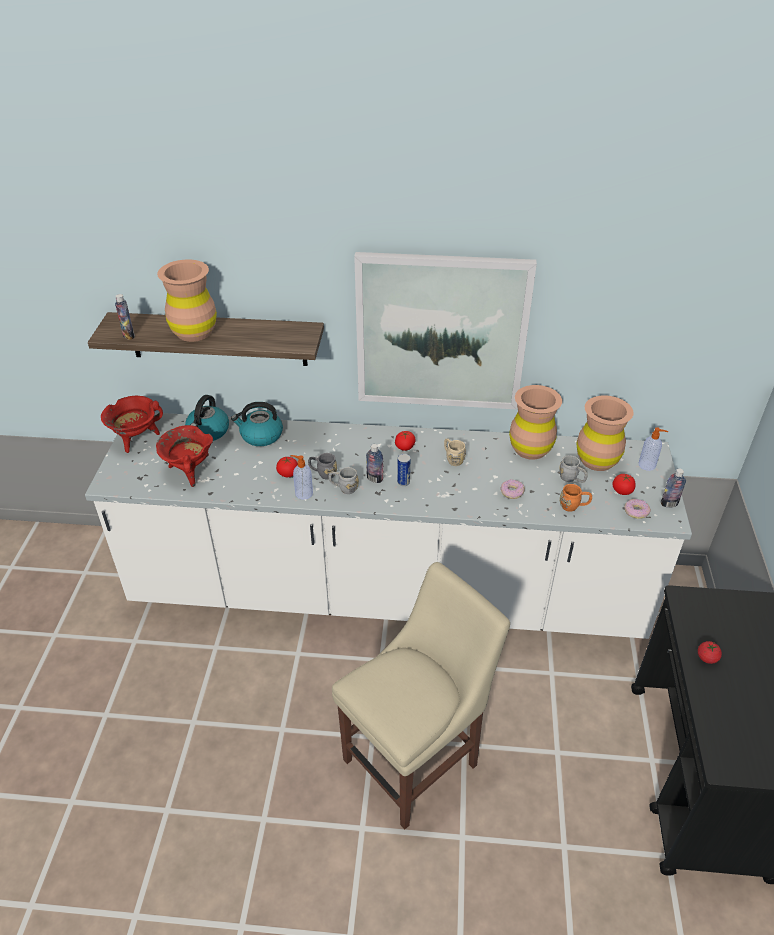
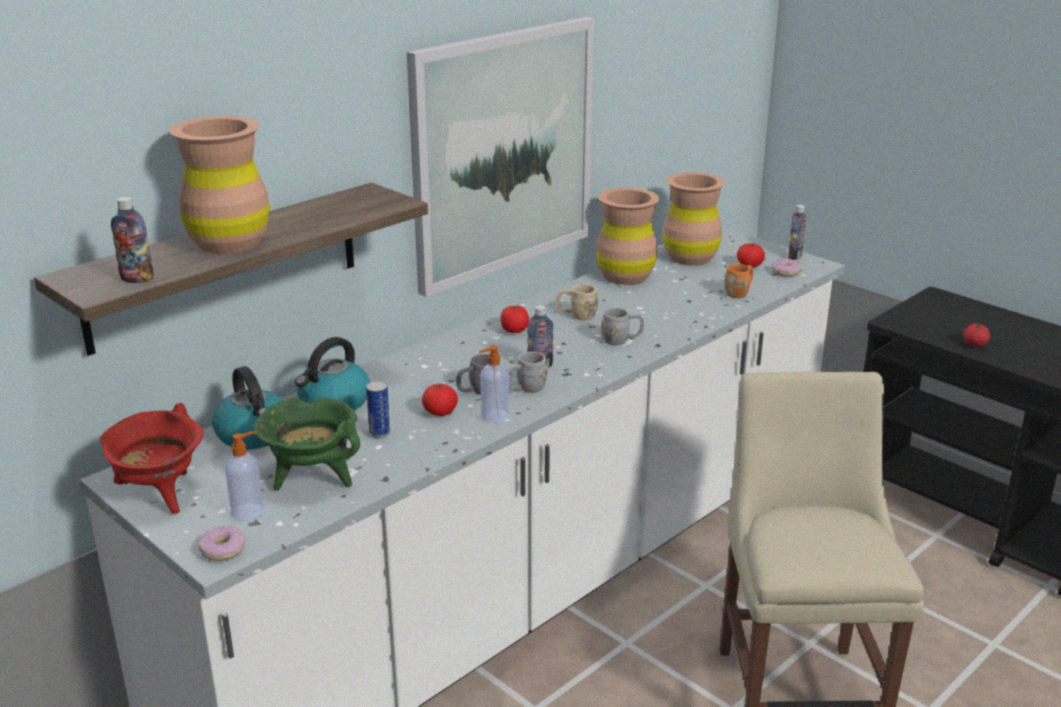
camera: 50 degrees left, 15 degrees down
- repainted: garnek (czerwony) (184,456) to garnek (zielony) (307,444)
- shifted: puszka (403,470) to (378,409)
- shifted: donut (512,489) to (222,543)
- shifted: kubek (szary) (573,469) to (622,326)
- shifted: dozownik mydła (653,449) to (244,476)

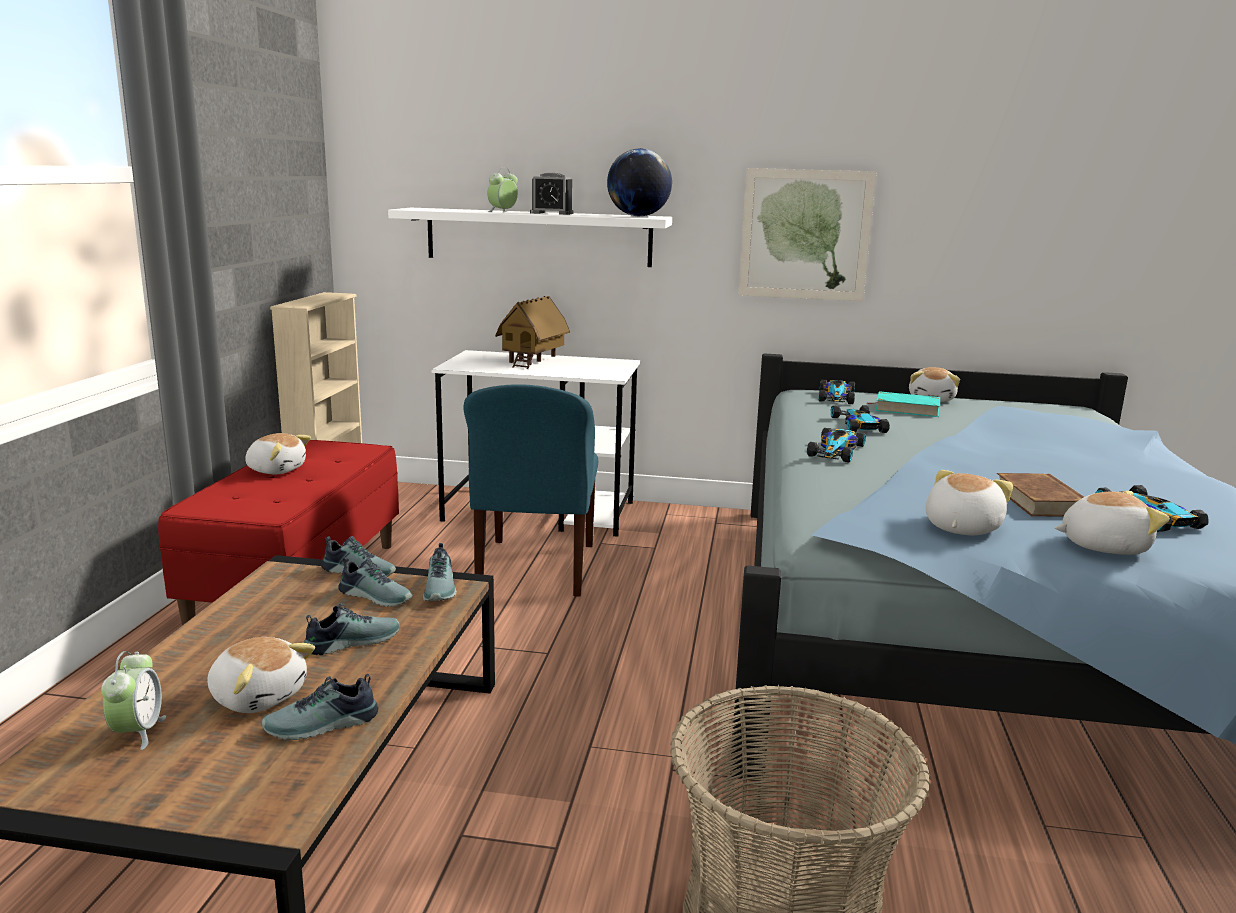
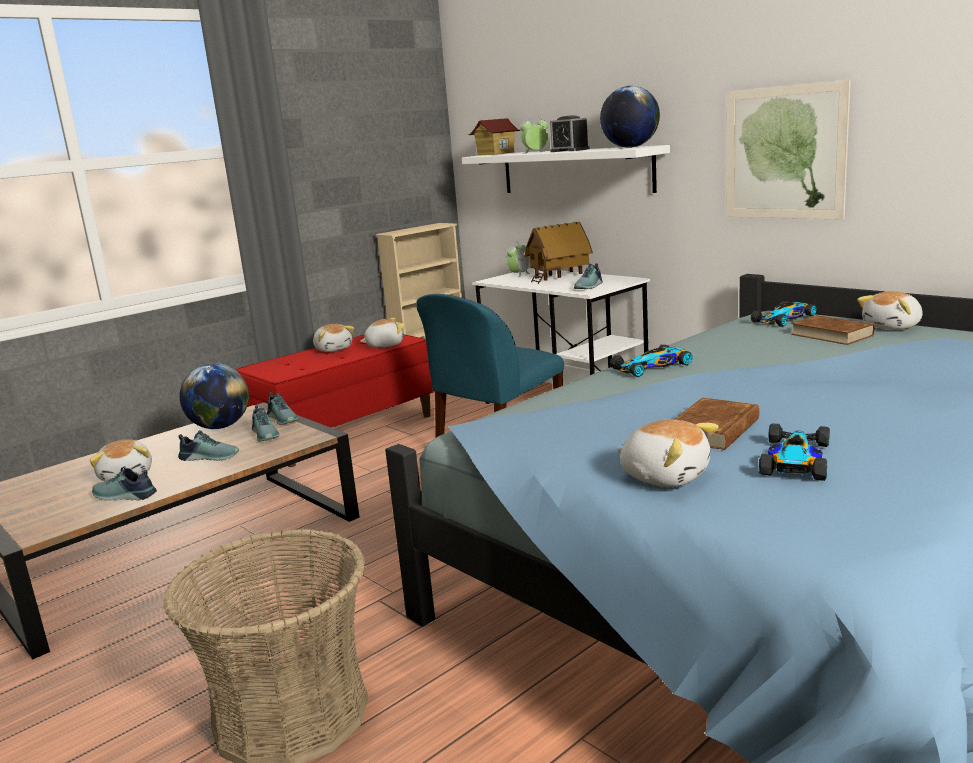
camera: 40 degrees right, 0 degrees up
- shifted: budzik (133,700) to (518,259)
- shifted: but (440,572) to (588,276)
- gone: samochodzik (860,419)
- repainted: książka (turkusowy) (903,404) to książka (brązowy) (833,330)
- shifted: pluszak (969,502) to (382,333)
- new: globus (214,396)
- new: domek (494,137)

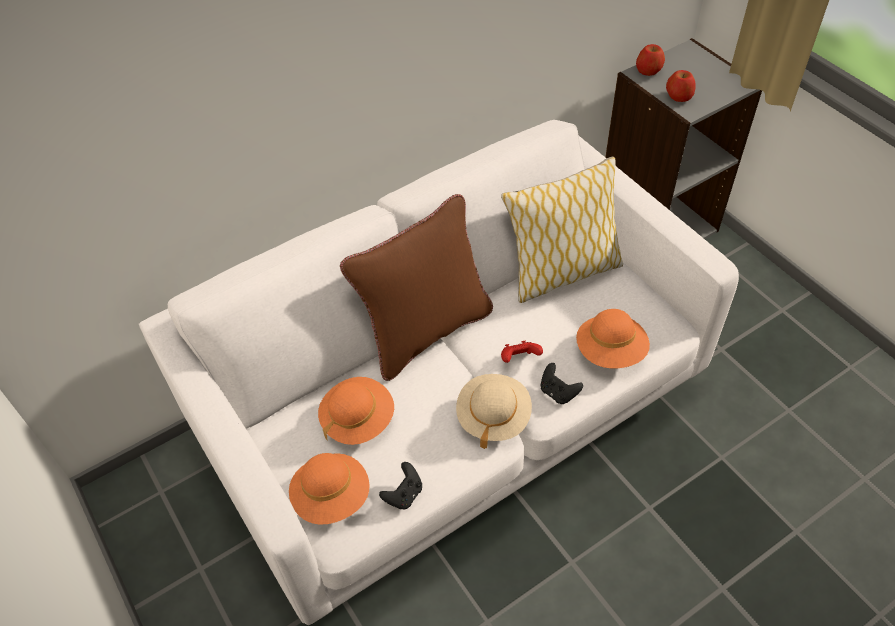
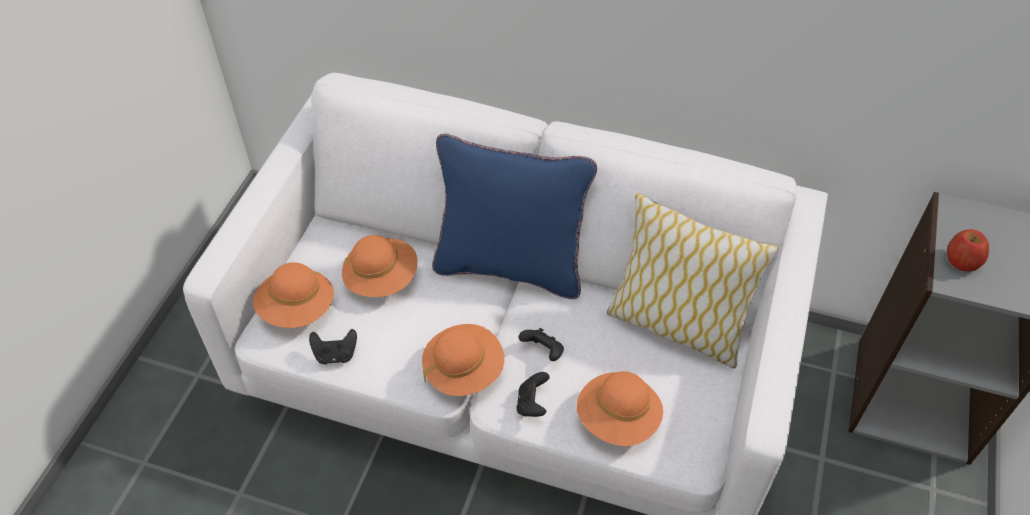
camera: 50 degrees right, 0 degrees up
- repainted: poduszka (brązowy) (416,287) to poduszka (niebieski) (514,216)
- repainted: kapelusz (beżowy) (494,411) to kapelusz (pomarańczowy) (463,360)
- repainted: pad do gier (czerwony) (522,352) to pad do gier (czarny) (541,344)
- gone: jabłko (650,60)

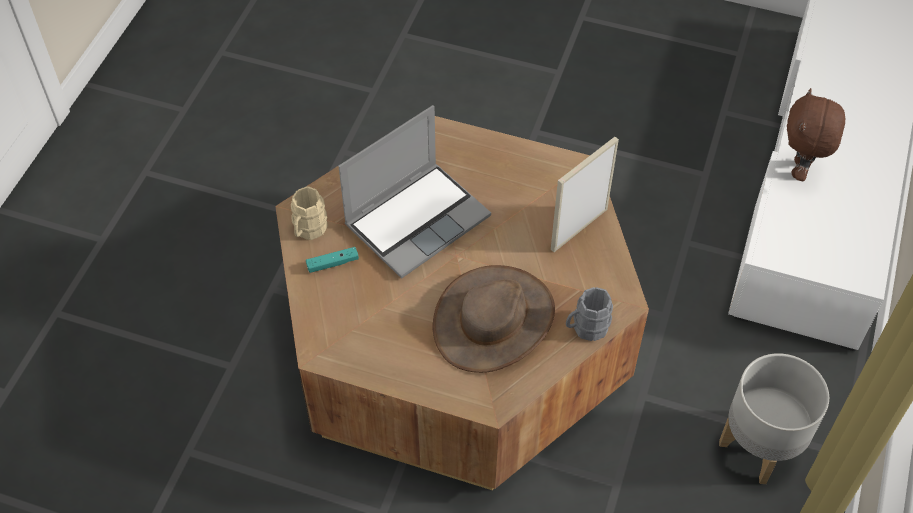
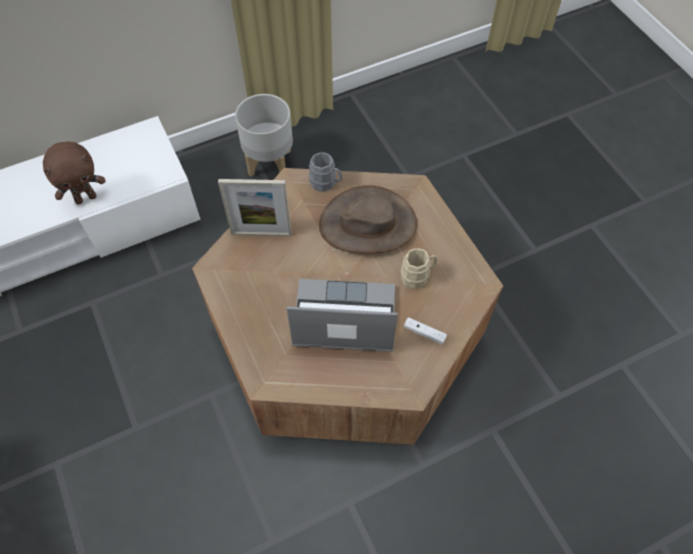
camera: 135 degrees left, 5 degrees up
- shifted: kubek (beżowy) (309,213) to (419,268)
- repainted: pad do gier (turkusowy) (332,260) to pad do gier (biały) (425,330)

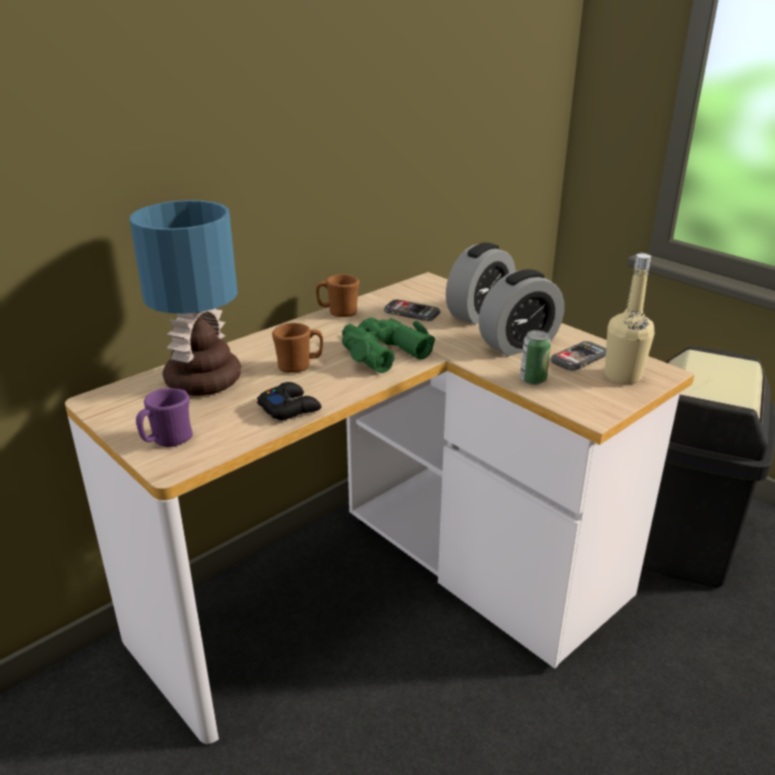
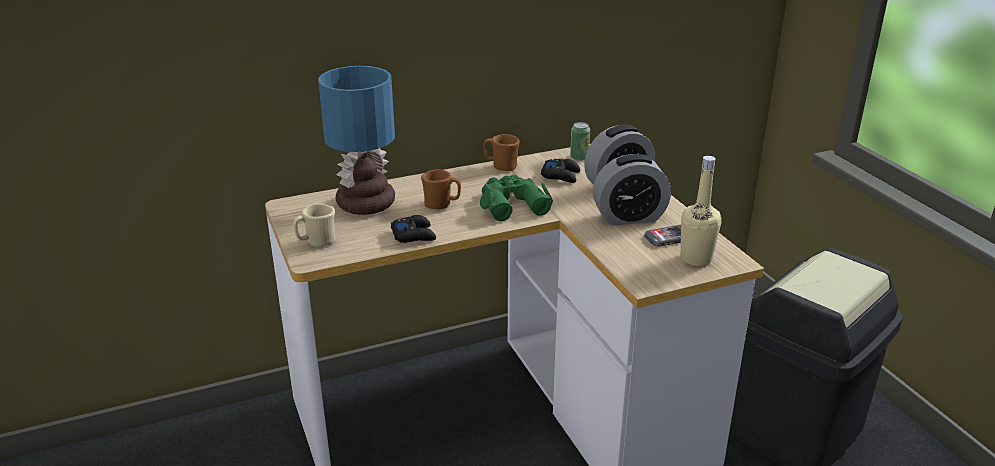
camera: 20 degrees right, 0 degrees up
- repainted: kubek (fioletowy) (164,417) to kubek (beżowy) (314,225)
- swapped: telefon (412,310) to pad do gier (czarny) (560,171)
- shifted: puszka (535,357) to (580,141)

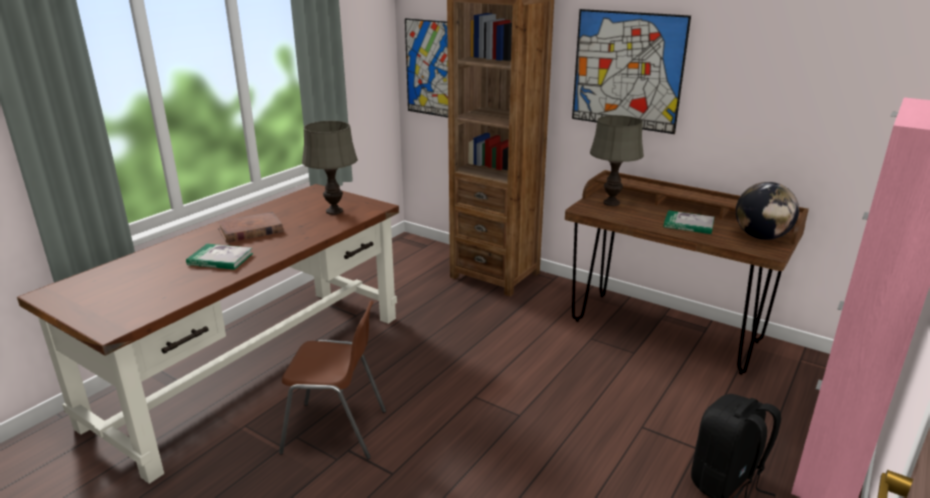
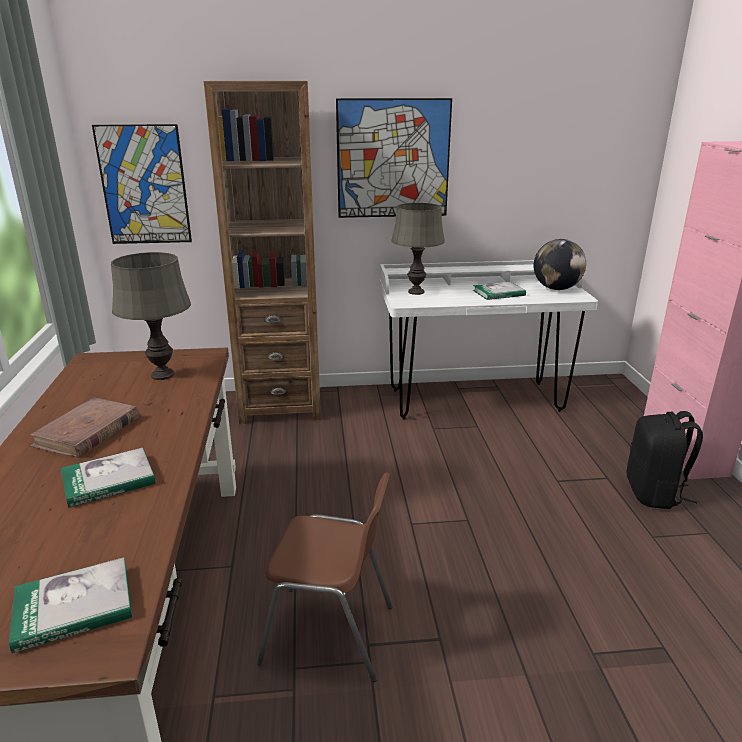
camera: 40 degrees left, 0 degrees up
- rotated: krzesło (brązowy) (332,380) = (325,577) 45 degrees clockwise
- repainted: biurko (brązowy) (687,272) to biurko (biały) (489,339)
- new: książka (70,605)

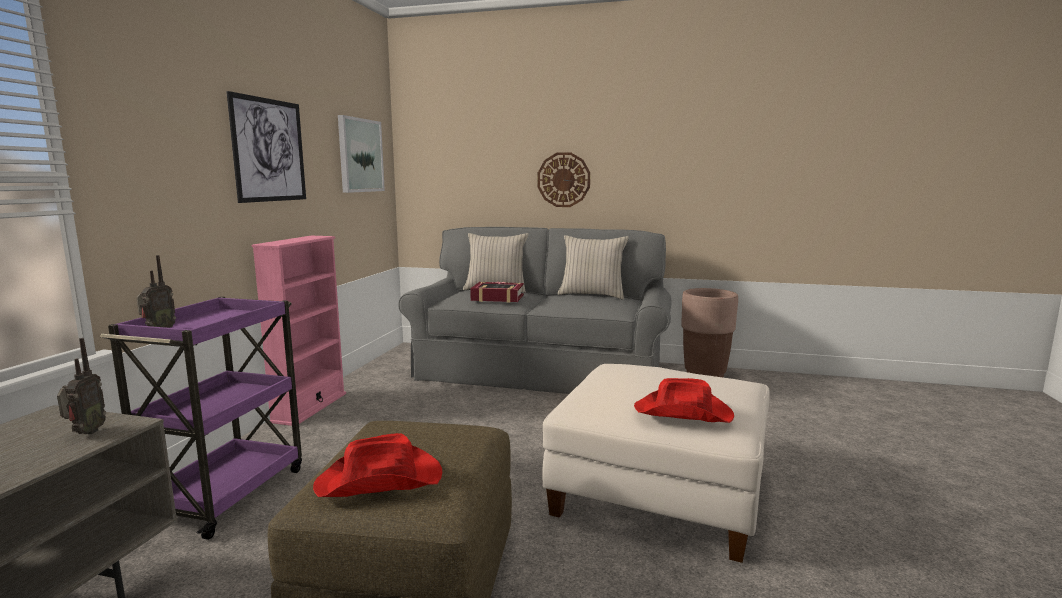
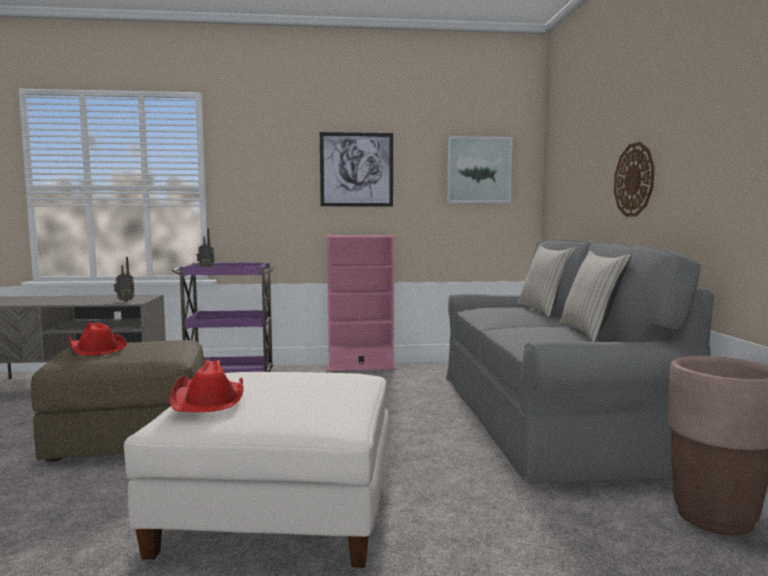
camera: 70 degrees right, 5 degrees down
- gone: książka (497,292)

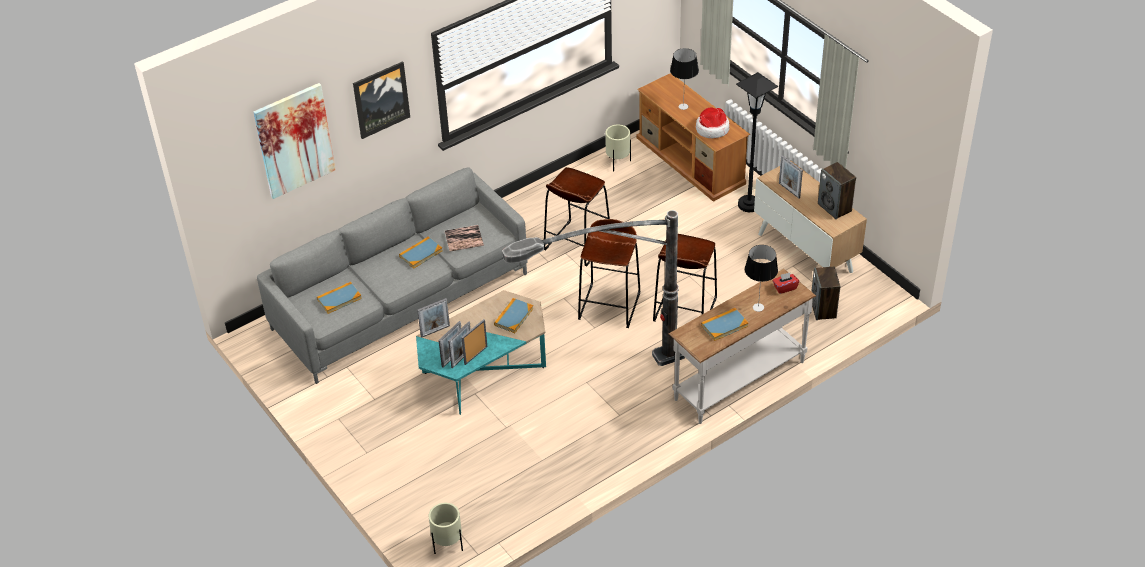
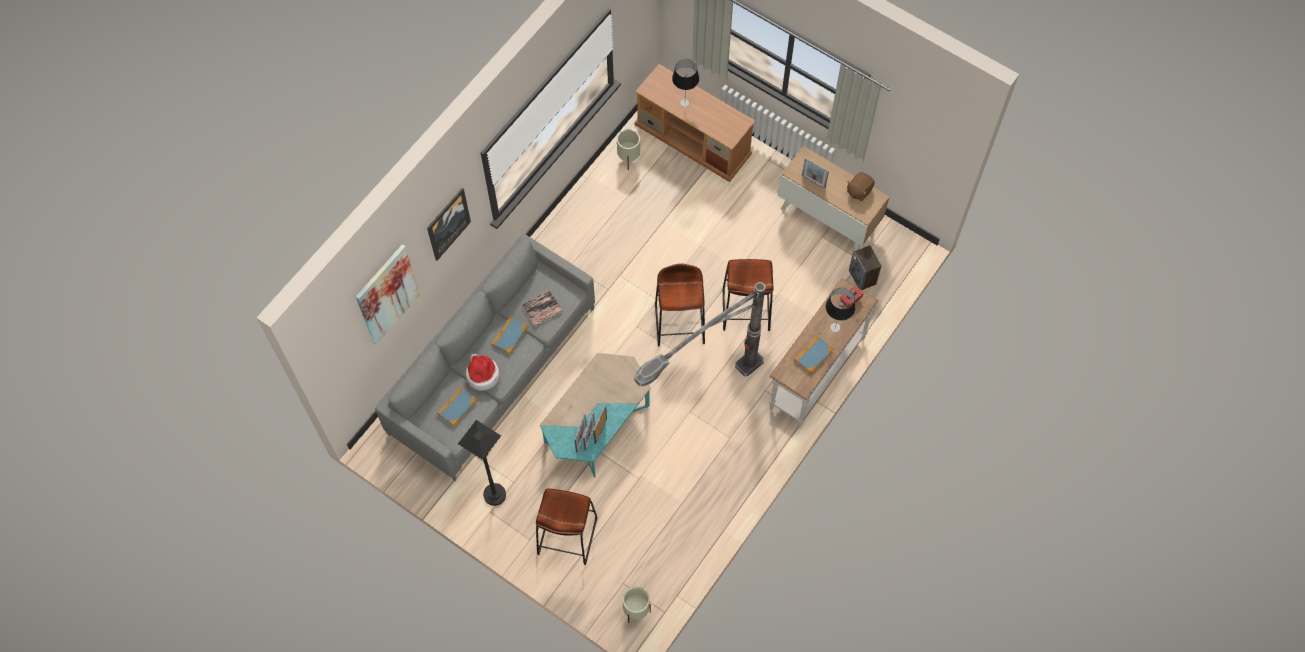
camera: 20 degrees left, 20 degrees up
- gone: ramka na zdjęcie (433,318)
- gone: książka (513,315)
- shifted: stołek (brązowy) (577,217) to (566,526)
- shifted: kapelusz (713,123) to (483,372)
- shifted: lampa stojąca (czarny) (757,142) to (482,463)
- swapped: głośnik (837,190) to pluszak (brązowy) (861,186)

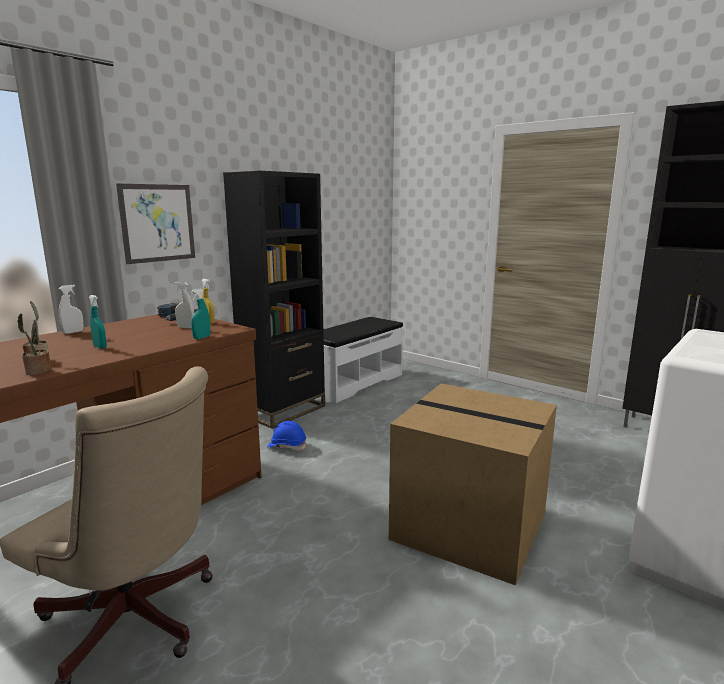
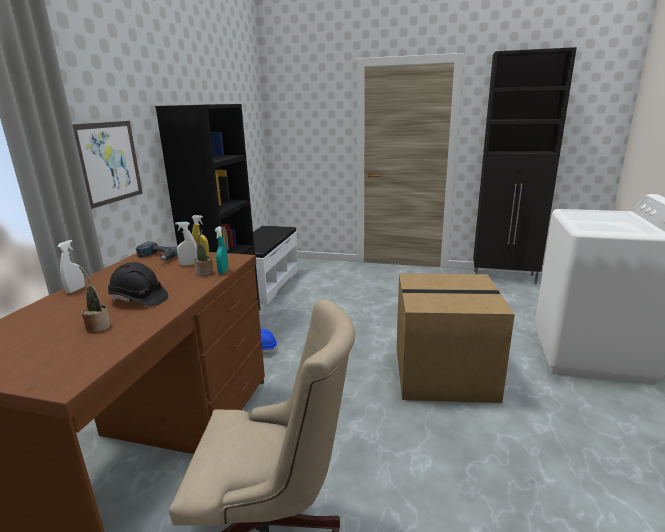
camera: 25 degrees left, 5 degrees up
- shifted: roślina doniczkowa (34,344) to (203,253)
- swapped: spryskiwacz (turkusowy) (98,322) to kask (czarny) (138,284)

